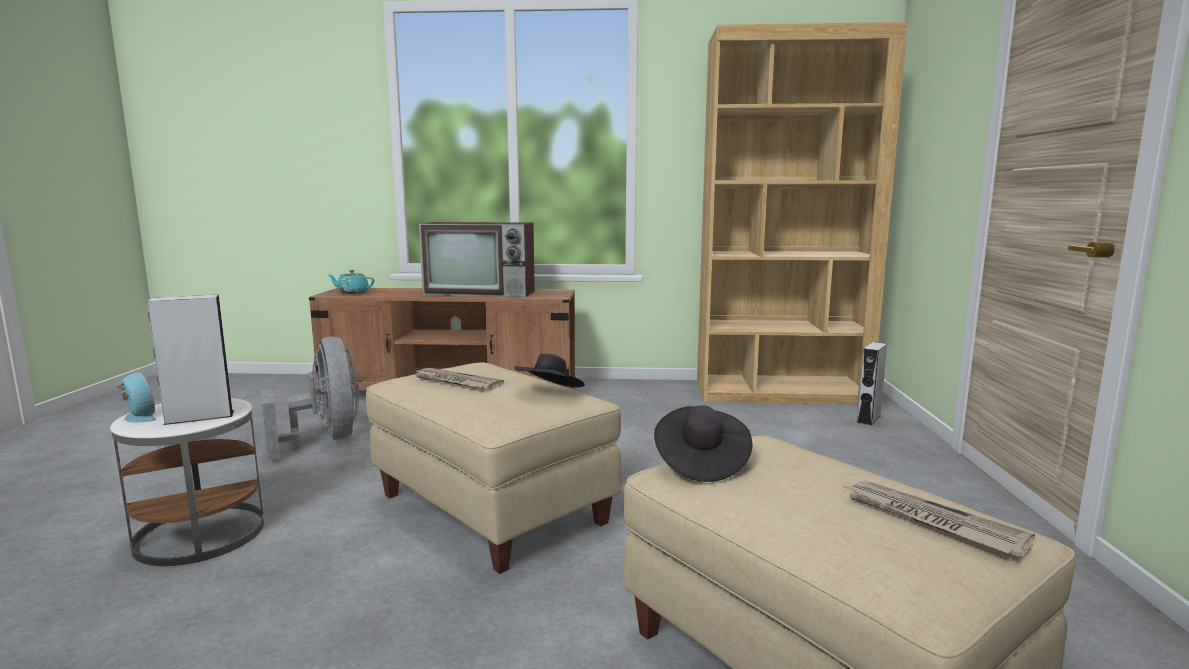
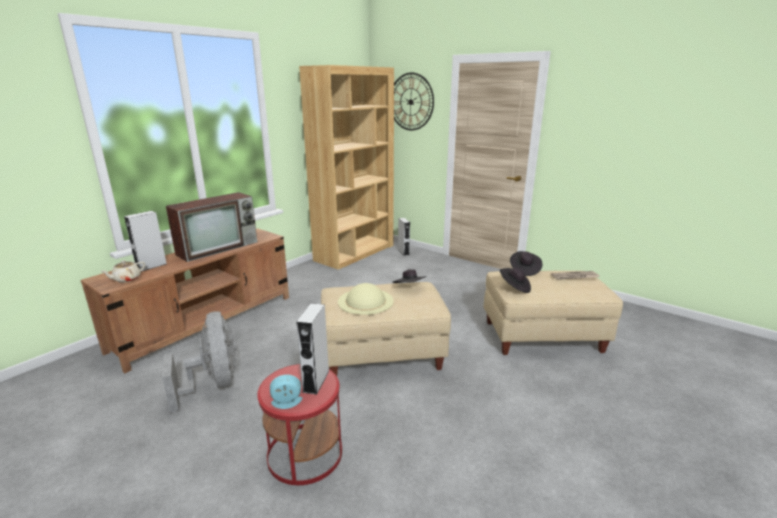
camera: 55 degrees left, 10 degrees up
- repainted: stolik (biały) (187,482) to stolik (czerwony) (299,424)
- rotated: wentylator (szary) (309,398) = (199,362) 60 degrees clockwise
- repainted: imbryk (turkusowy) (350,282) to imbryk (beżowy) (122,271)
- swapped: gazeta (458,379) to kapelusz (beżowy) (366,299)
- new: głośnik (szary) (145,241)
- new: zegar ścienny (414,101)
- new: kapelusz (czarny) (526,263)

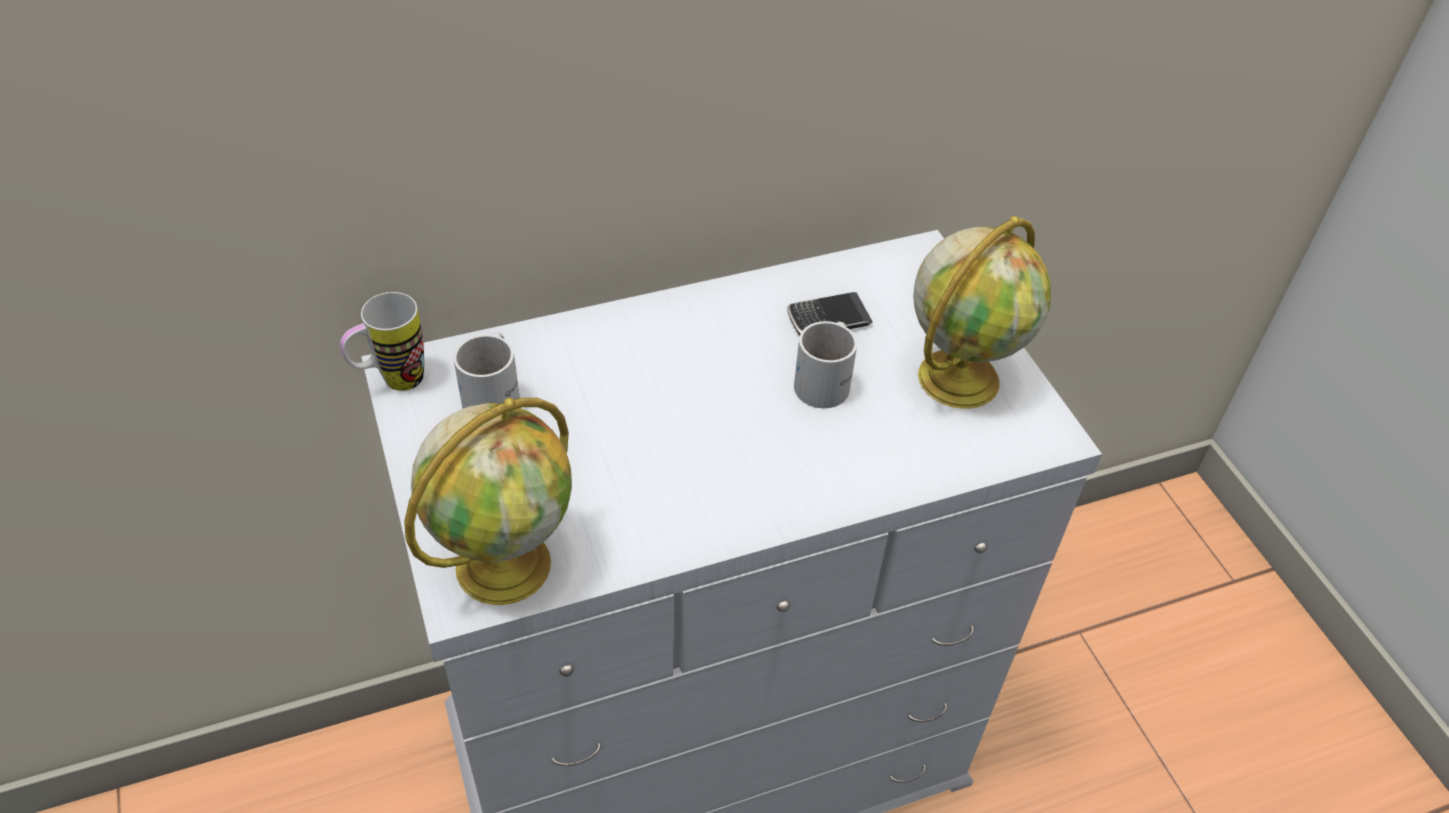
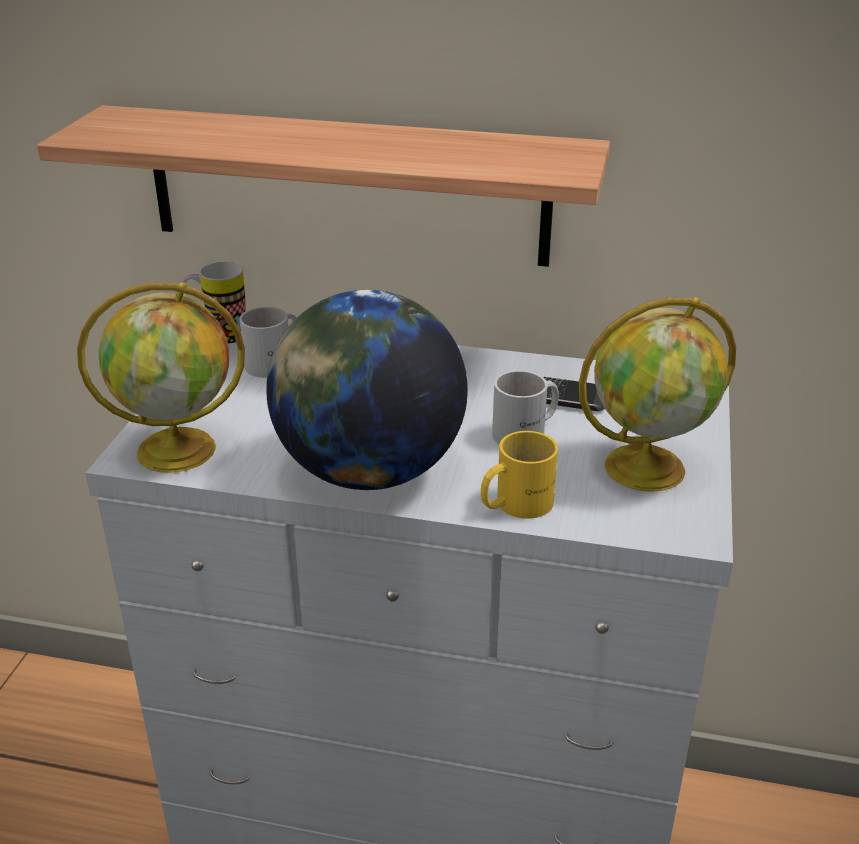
camera: 35 degrees right, 15 degrees down
- new: półka (323,186)
- new: globus (367,390)
- new: kubek (żółty) (519,475)

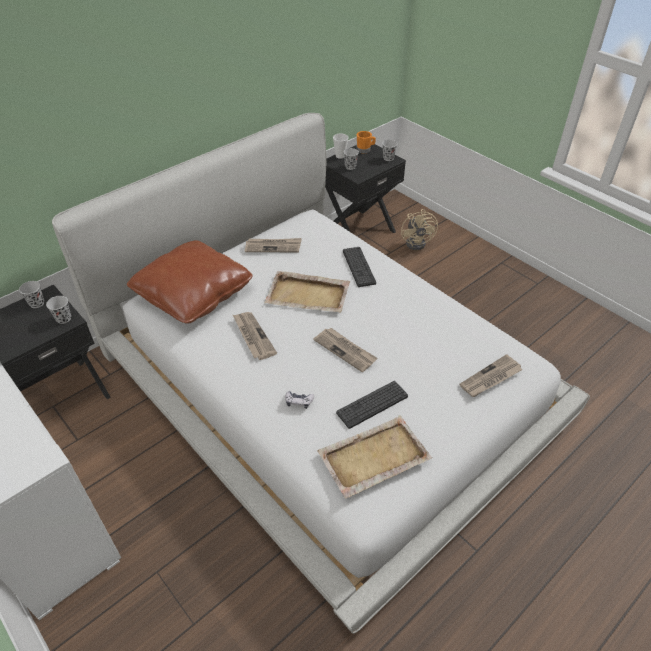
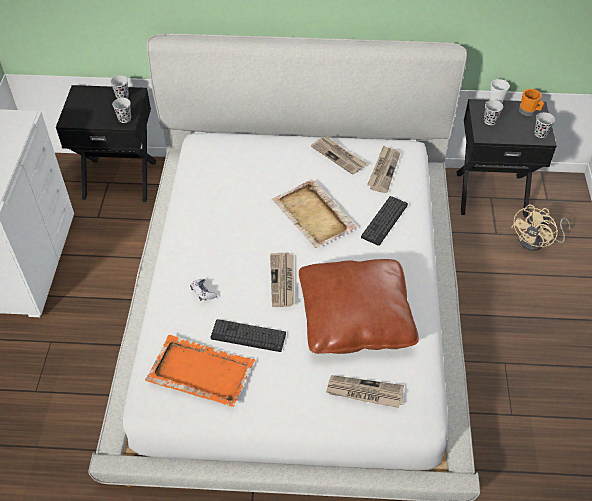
camera: 45 degrees right, 5 degrees up
- shifted: poduszka (brązowy) (190,282) to (359,306)
- shifted: gazeta (255,336) to (383,169)
- repainted: taca (beżowy) (374,457) to taca (pomarańczowy) (200,371)

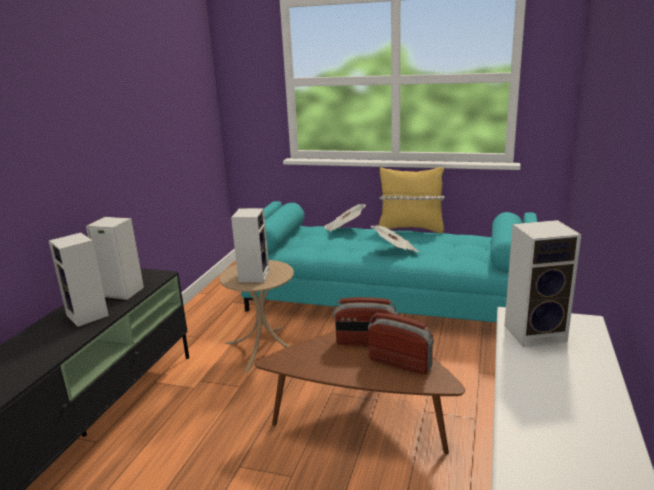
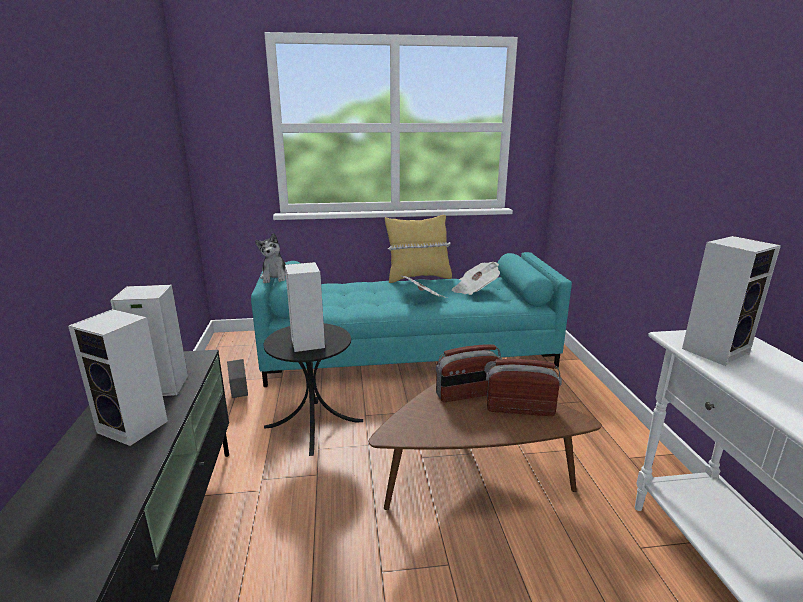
camera: 25 degrees left, 0 degrees up
- repainted: stolik (beżowy) (256,316) to stolik (czarny) (313,389)
- shifted: gazeta (345,218) to (476,278)
- new: donica (szary) (237,378)
- new: pluszak (270,258)

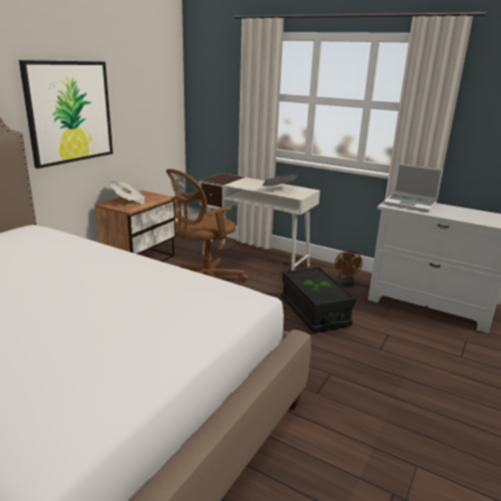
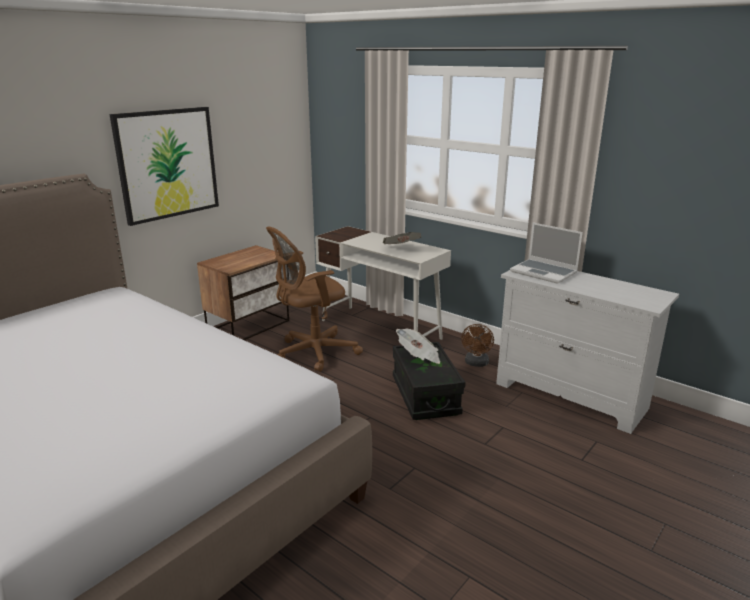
camera: 10 degrees right, 0 degrees up
- shifted: gazeta (127,192) to (418,346)

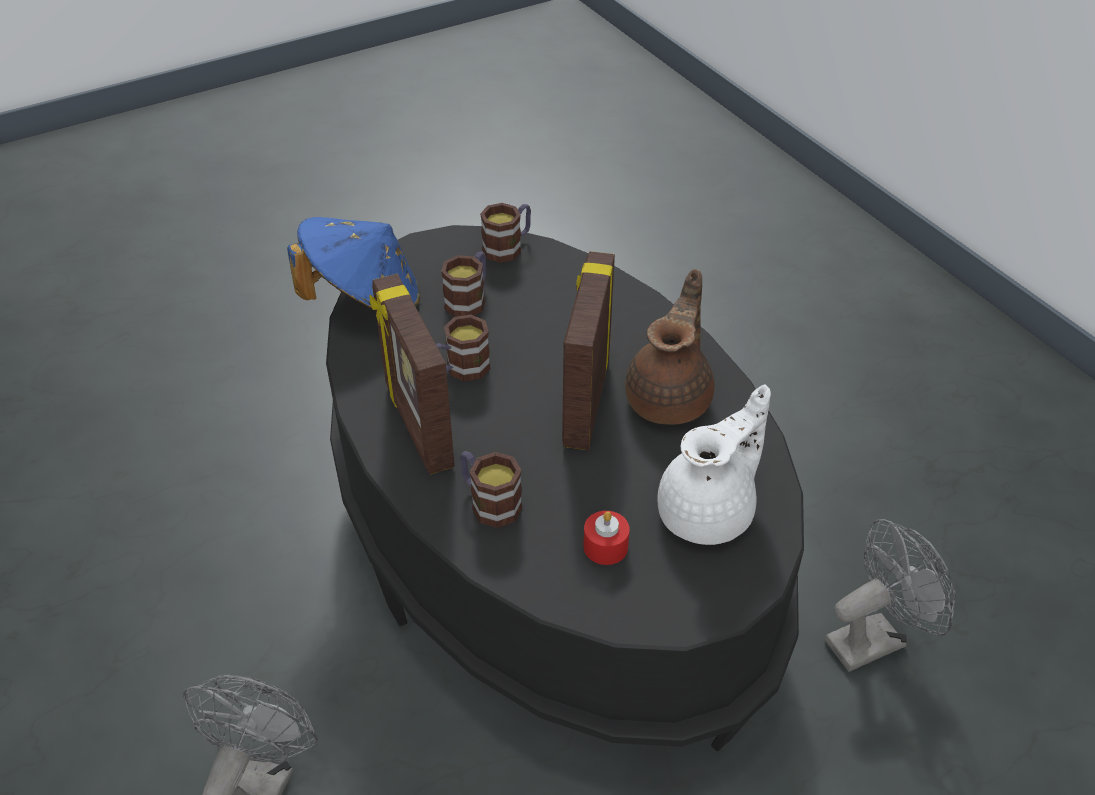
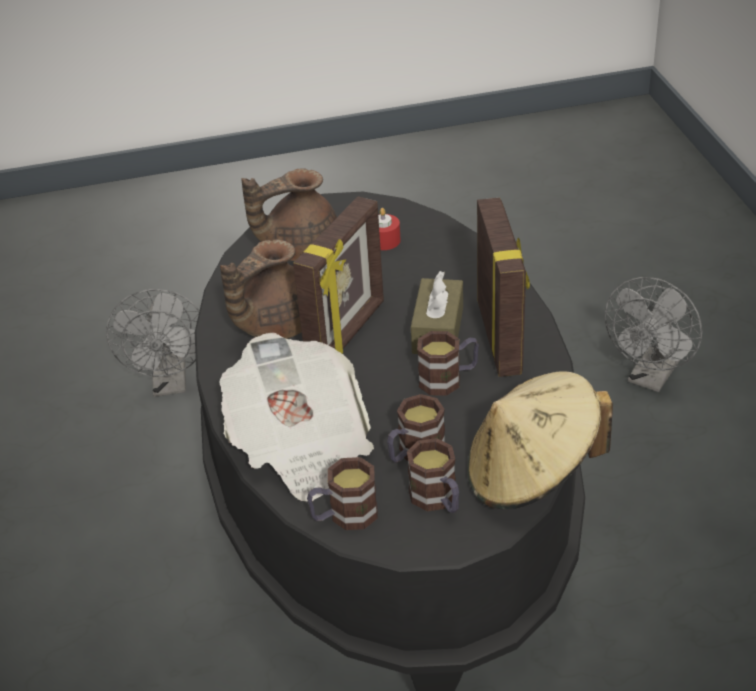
camera: 160 degrees left, 5 degrees down
- repainted: kapelusz (niebieski) (353,262) to kapelusz (beżowy) (540,440)
- shifted: kubek (491,489) to (433,475)
- repainted: imbryk (biały) (714,464) to imbryk (brązowy) (289,214)
- rotated: wentylator (szary) (890,595) = (153,343) 90 degrees counterclockwise
- new: gazeta (296,417)
- new: pudełko chusteczek (brązowy) (437,312)

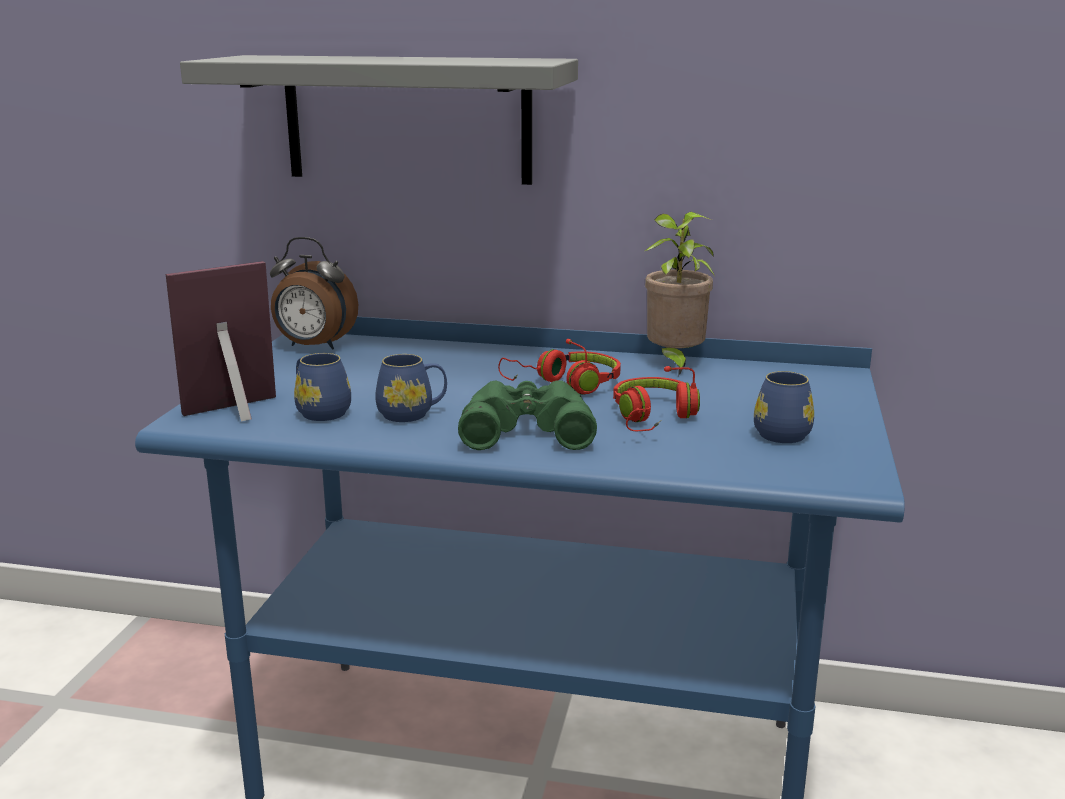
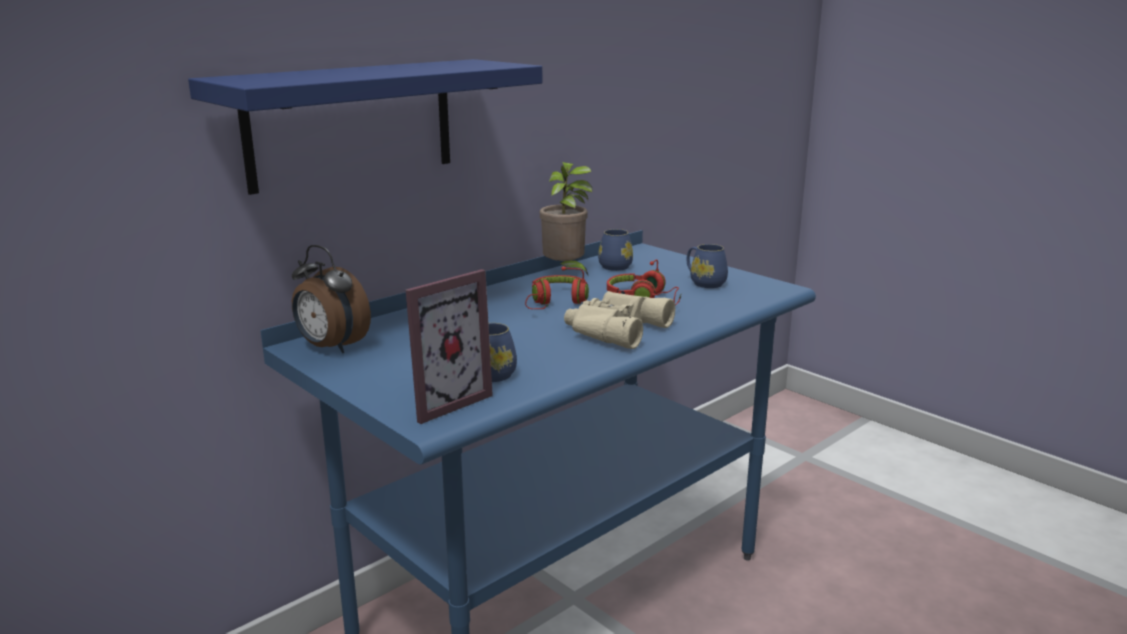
camera: 55 degrees left, 0 degrees up
- rotated: ramka na zdjęcie (221,341) = (449,346) 135 degrees counterclockwise
- repainted: półka (szary) (379,120) to półka (niebieski) (365,127)
- rotated: budzik (314,293) = (331,299) 75 degrees clockwise
- shifted: kubek (niebieski) (411,388) to (615,250)
- repainted: lornetka (zielony) (527,415) to lornetka (beżowy) (619,320)

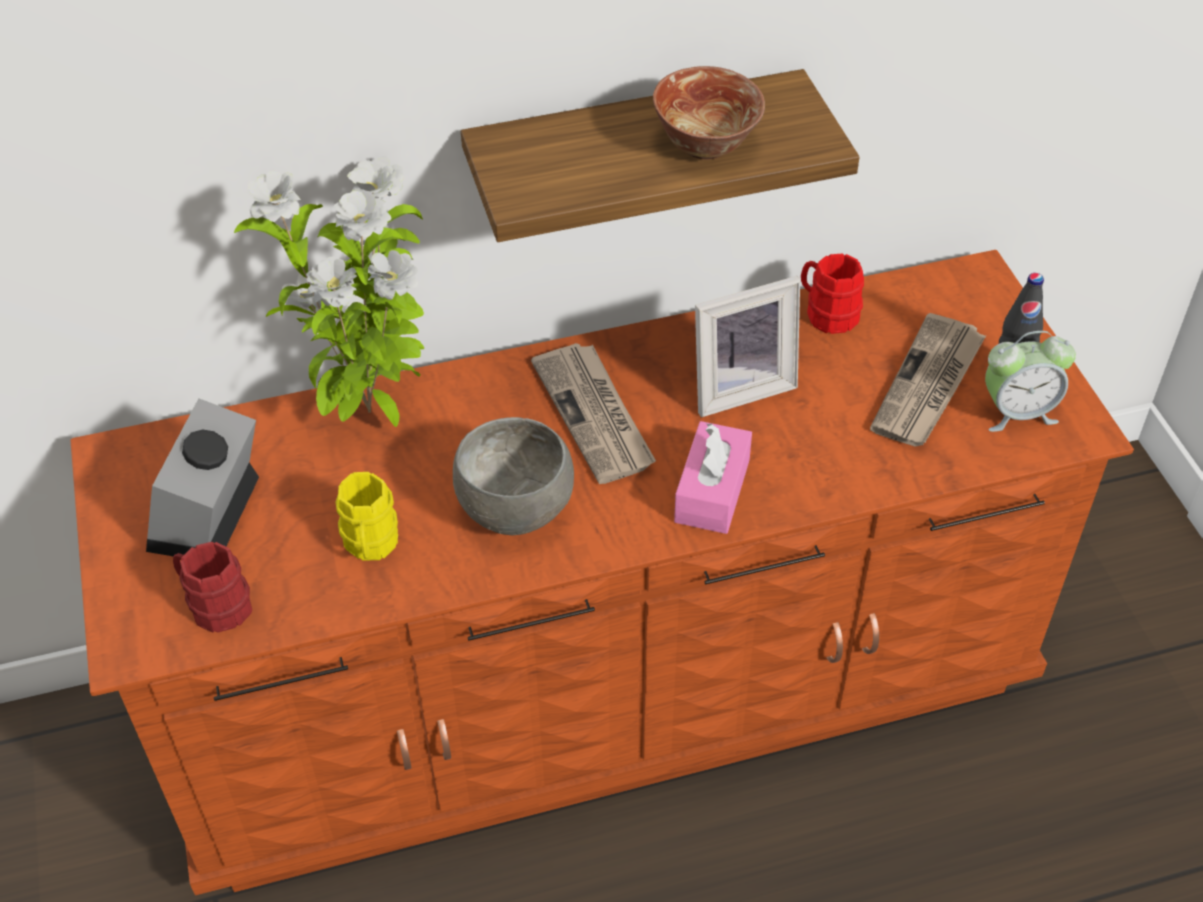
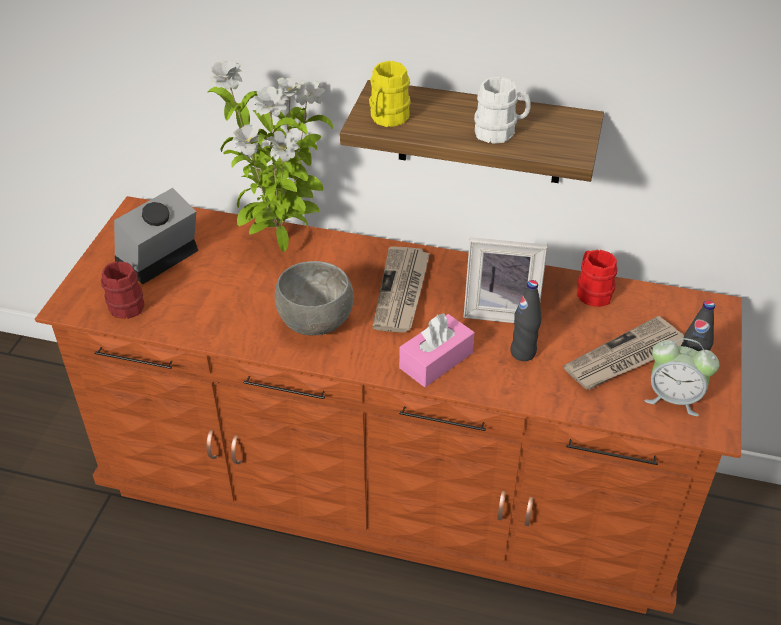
camera: 30 degrees right, 5 degrees down
- shifted: kubek (żółty) (367,516) to (390,94)
- swapped: miska (709,112) to kubek (biały) (502,110)
- new: butelka (czarny) (526,320)

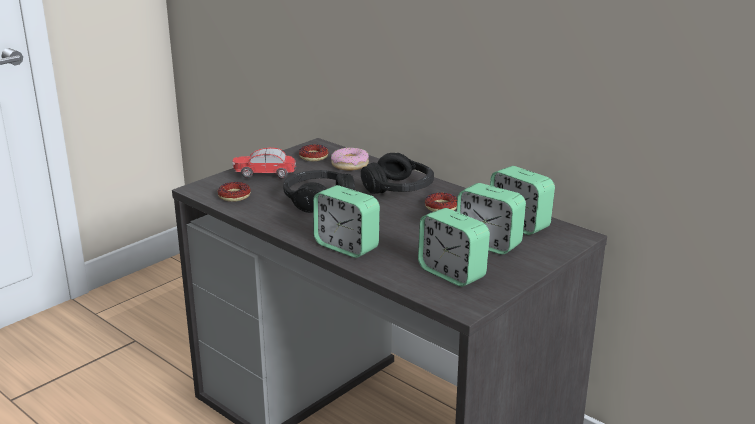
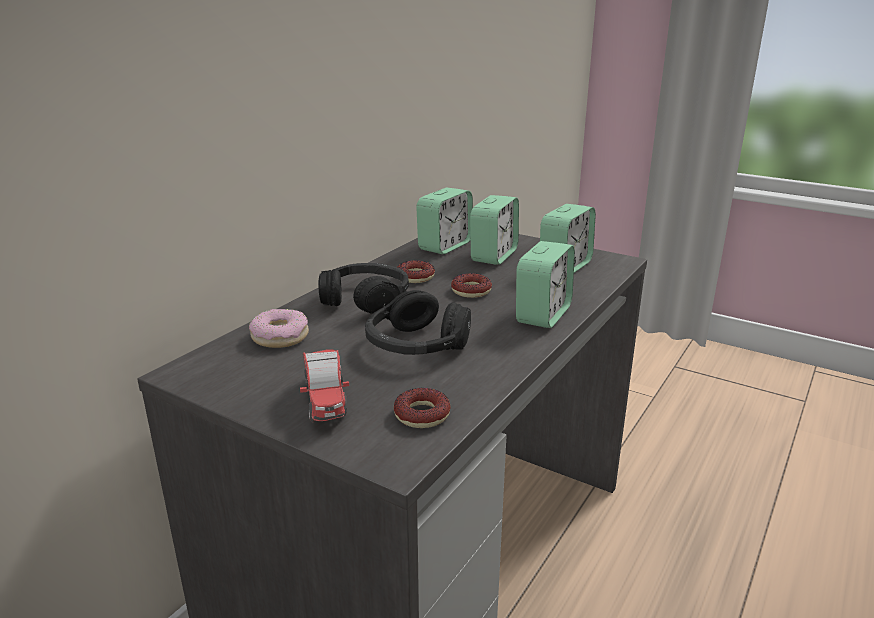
camera: 100 degrees left, 0 degrees up
- shifted: donut (313,152) to (471,285)

